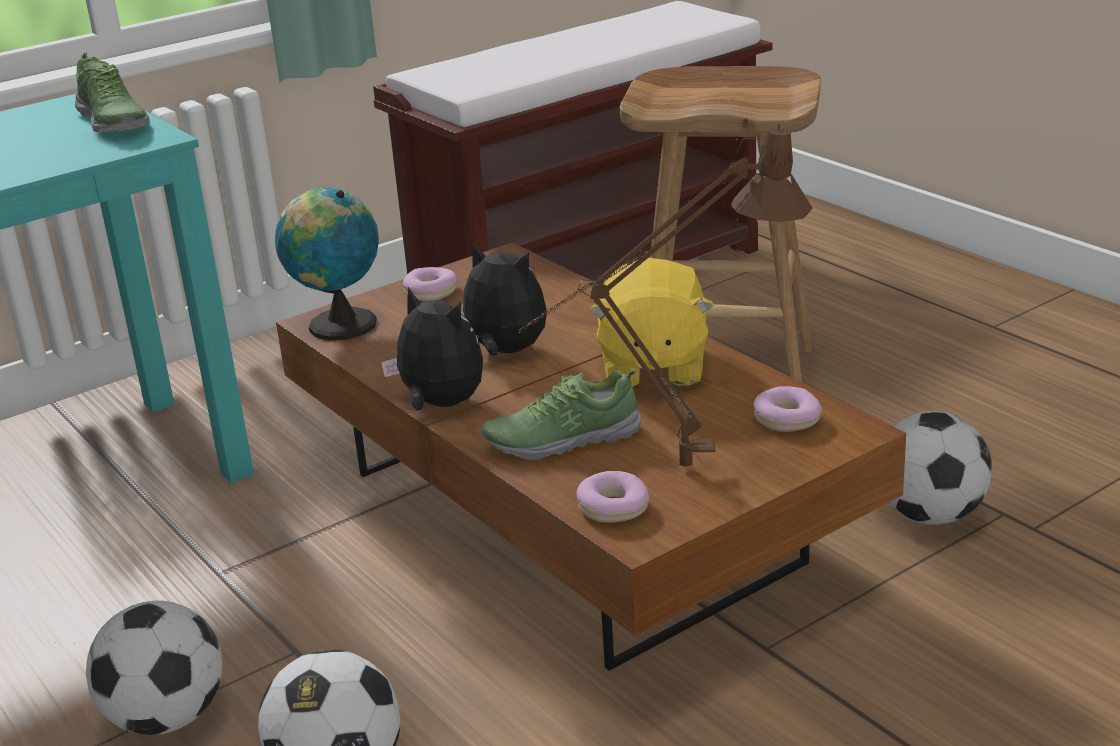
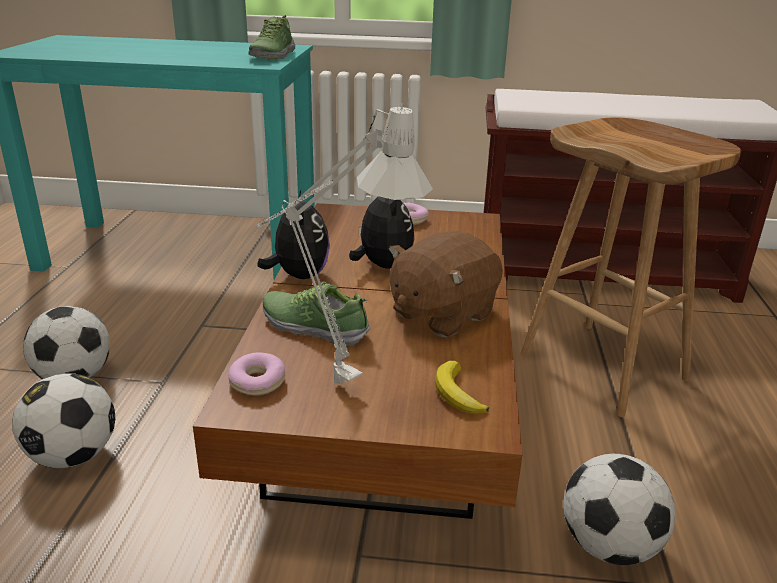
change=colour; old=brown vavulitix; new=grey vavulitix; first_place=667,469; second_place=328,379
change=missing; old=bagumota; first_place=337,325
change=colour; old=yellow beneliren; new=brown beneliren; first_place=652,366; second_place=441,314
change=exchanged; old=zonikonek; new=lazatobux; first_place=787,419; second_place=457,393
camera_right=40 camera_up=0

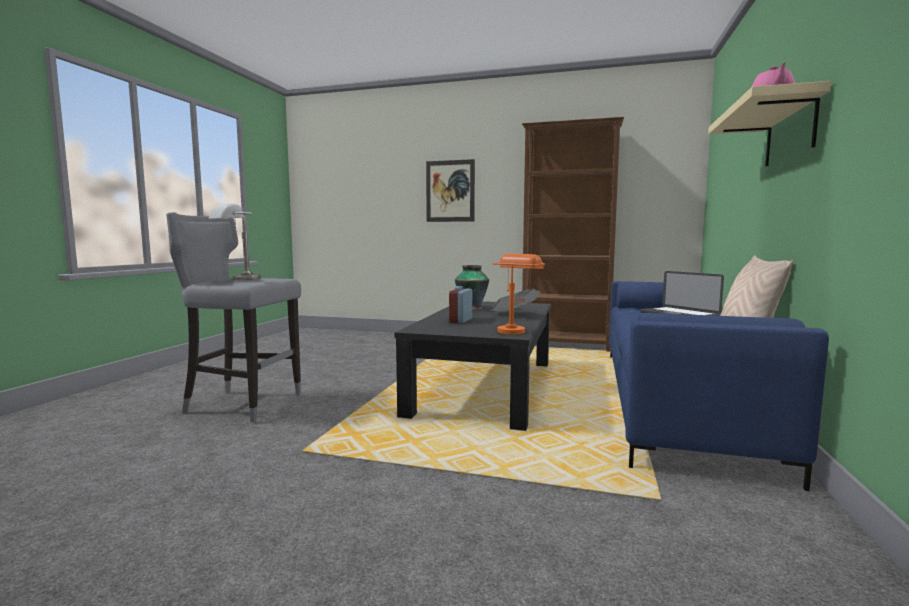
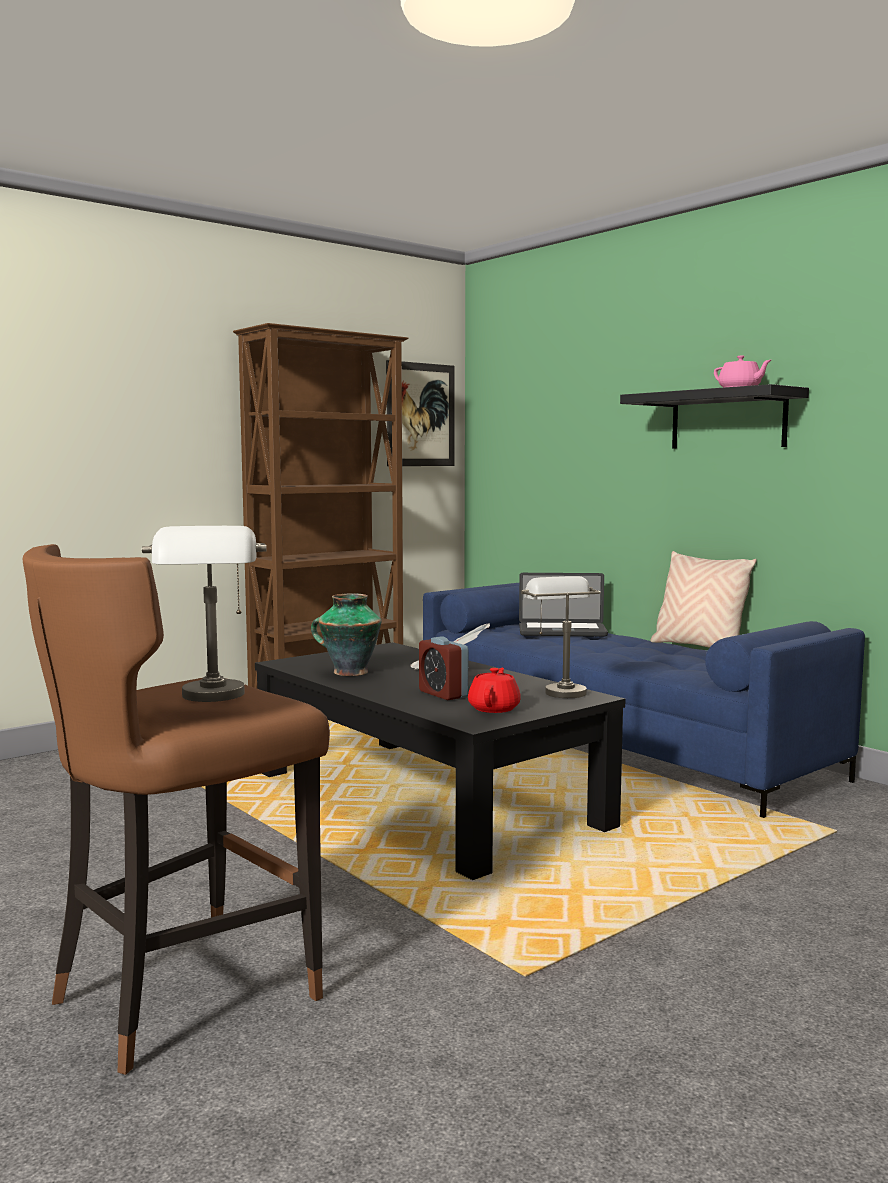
change=colour; old=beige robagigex; new=black robagigex; first_place=790,131; second_place=727,420
change=relocated; old=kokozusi; first_place=450,191; second_place=420,415
change=colour; old=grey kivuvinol; new=brown kivuvinol; first_place=242,403; second_place=181,995
change=colour; old=orange vavulitix; new=grey vavulitix; first_place=515,330; second_place=558,690
change=appeared; new=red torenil; second_place=494,708
camera_right=-55 camera_up=0

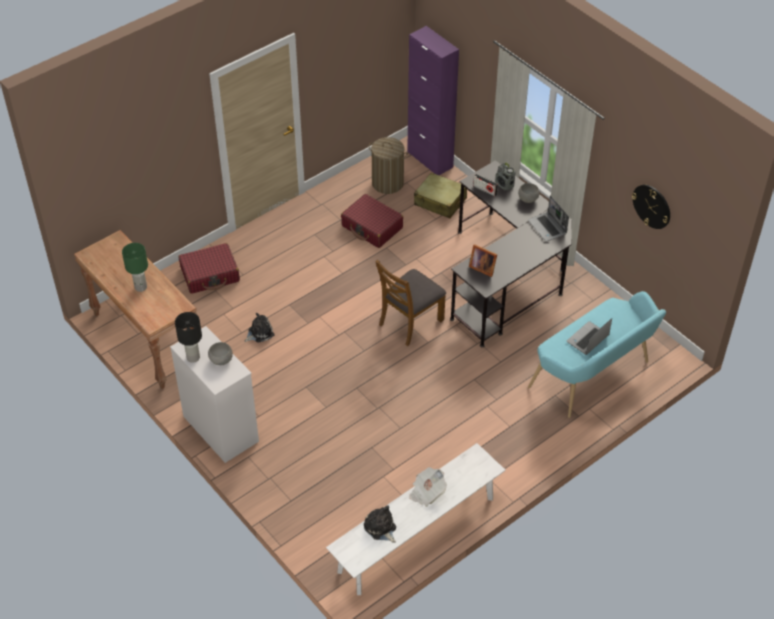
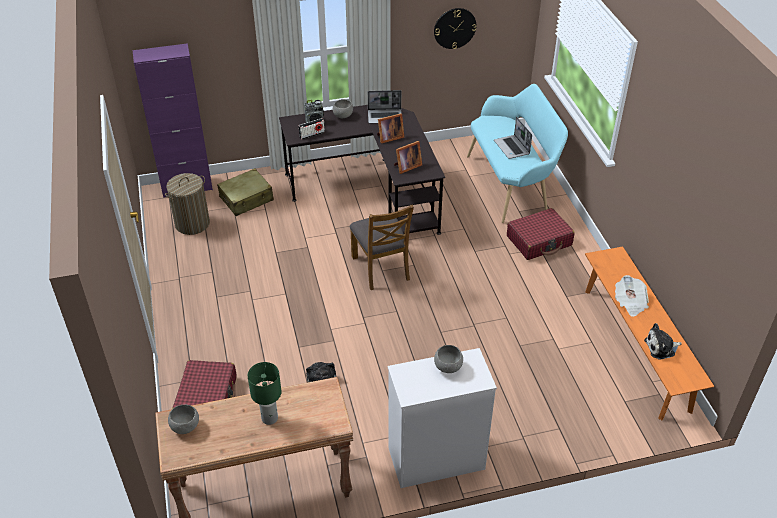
change=relocated; old=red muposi; first_place=372,227; second_place=539,241
change=missing; old=black vavulitix; first_place=192,357
change=colour; old=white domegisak; new=orange domegisak; first_place=417,534; second_place=635,348
change=appeared; new=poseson; second_place=389,137
change=appeared; new=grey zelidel; second_place=185,426
camera_right=-65 camera_up=-5

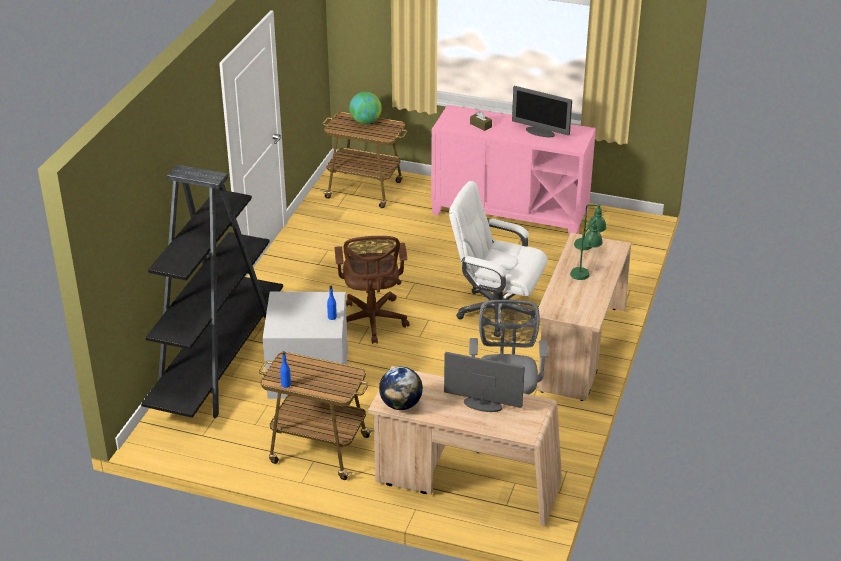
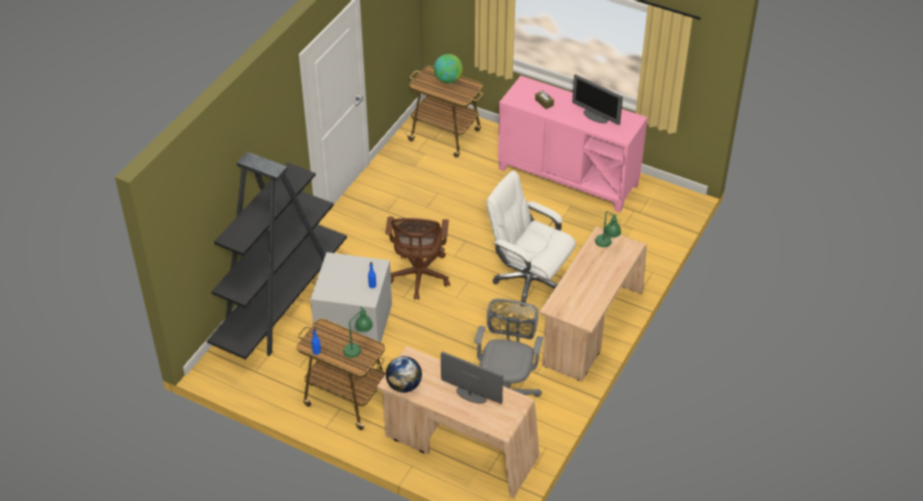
change=relocated; old=green vavulitix; first_place=585,270; second_place=358,347
camera_right=10 camera_up=10

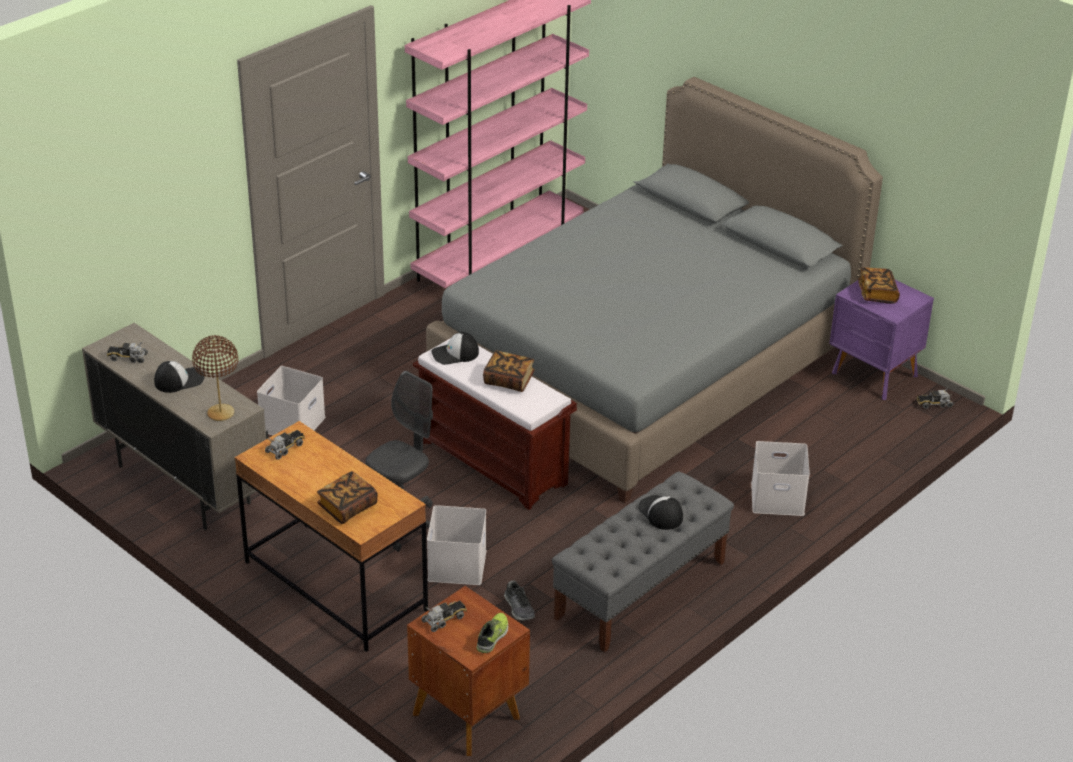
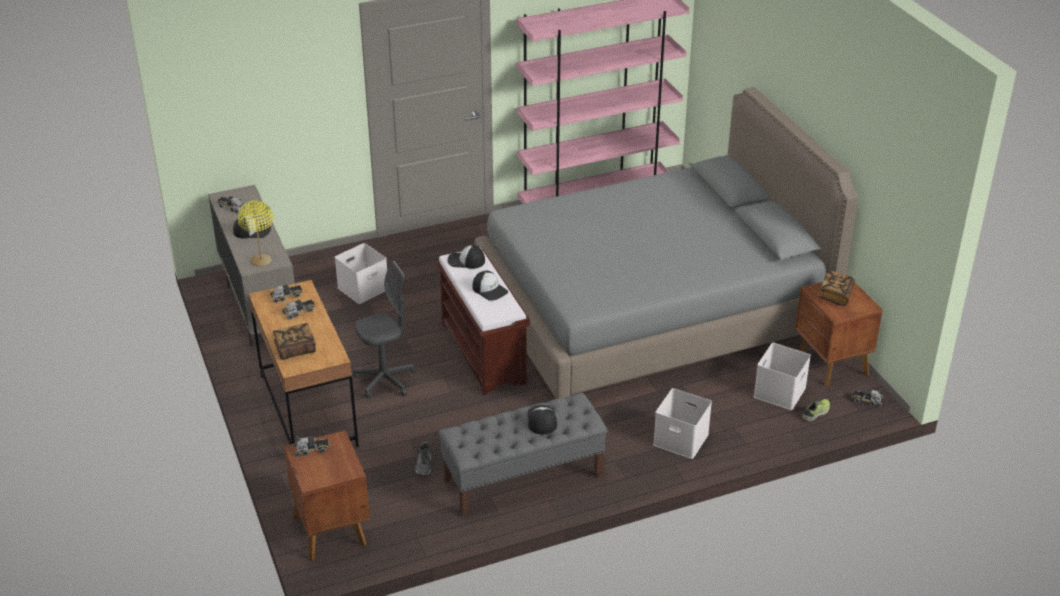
change=colour; old=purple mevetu; new=brown mevetu; first_place=874,375; second_place=832,365
change=colour; old=brown vavulitix; new=yellow vavulitix; first_place=221,413; second_place=261,261
change=exchanged; old=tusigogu; new=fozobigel; first_place=509,380; second_place=490,290
change=relocated; old=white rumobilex; first_place=458,566; second_place=780,393
change=relocated; old=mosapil; first_place=493,636; second_place=816,413
change=appeared; new=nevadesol; second_place=299,312
camera_right=25 camera_up=0

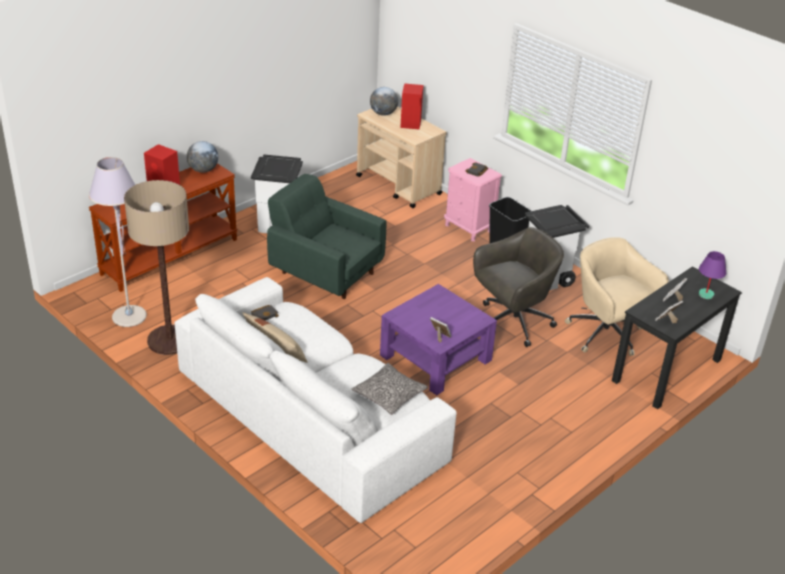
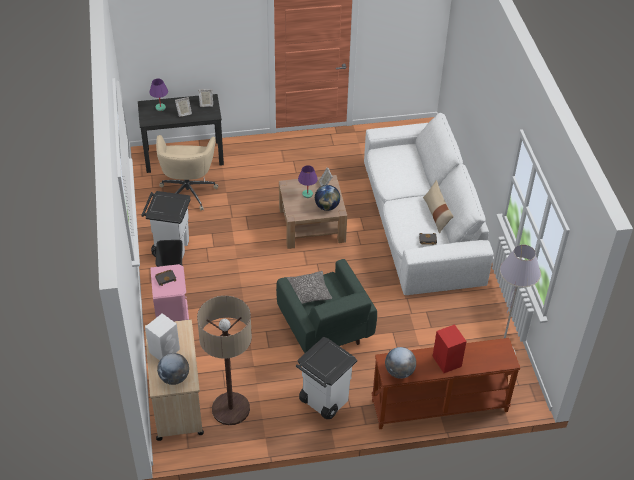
change=colour; old=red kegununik; new=white kegununik; first_place=410,124; second_place=165,350
change=relocated; old=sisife; first_place=170,340; second_place=230,409
change=missing; old=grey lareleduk; first_place=512,322
change=colour; old=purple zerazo; new=brown zerazo; first_place=435,358; second_place=312,224
change=relocated; old=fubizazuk; first_place=389,395; second_place=308,292
change=appeared; new=purple vavulitix; second_place=307,194
change=appeared; new=bagumota; second_place=327,207
camera_right=-145 camera_up=10

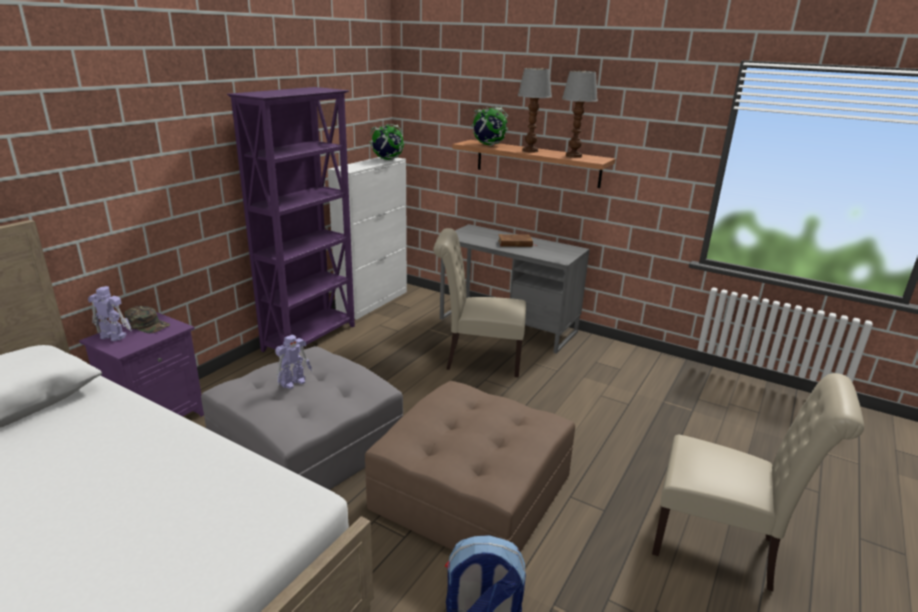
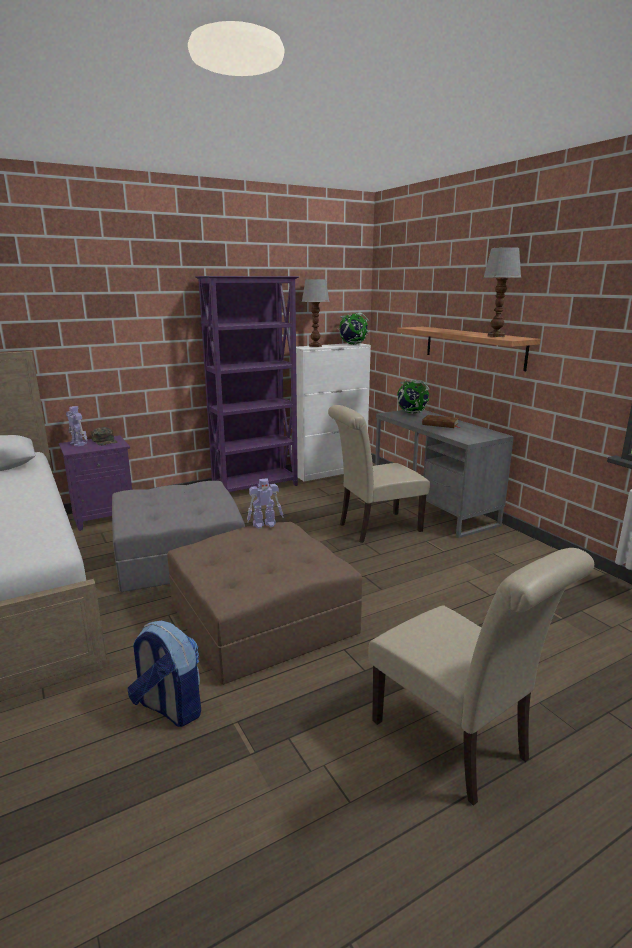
change=relocated; old=vavulitix; first_place=530,151; second_place=316,346
change=relocated; old=bagumota; first_place=488,145; second_place=411,413
change=spun; old=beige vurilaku; first_place=478,360; second_place=375,528; degrees=-60
change=relocated; old=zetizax; first_place=294,382; second_place=265,524
camera_right=30 camera_up=-5

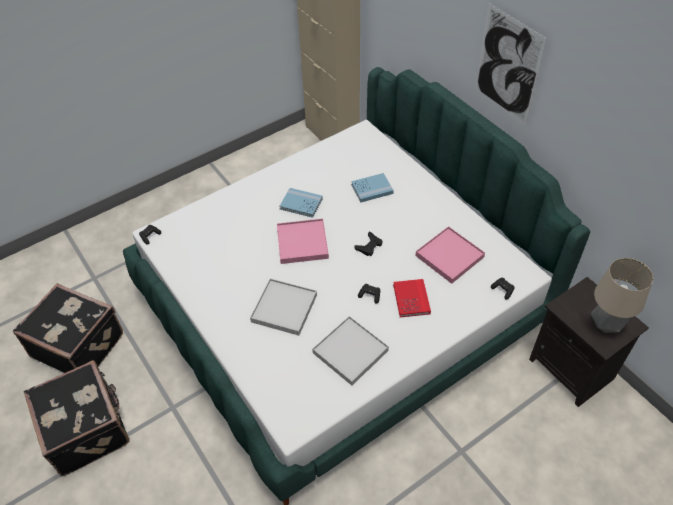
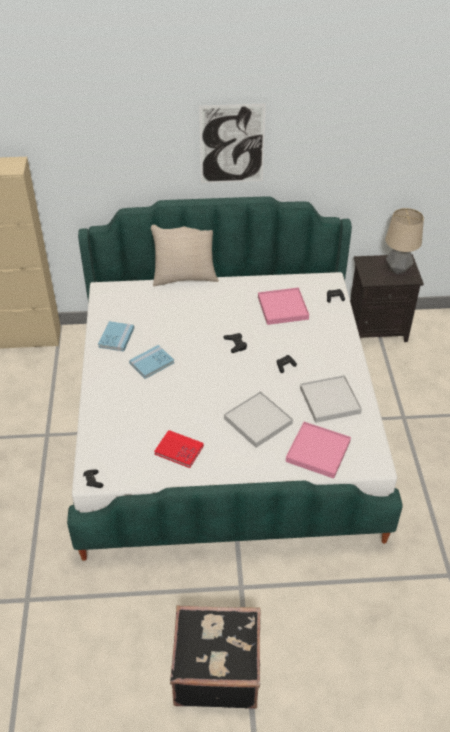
change=relocated; old=blue tusigogu; first_place=372,189; second_place=116,337
change=relocated; old=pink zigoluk; first_place=302,243; second_place=318,452
change=relocated; old=red tusigogu; first_place=411,299; second_place=179,450
change=missing; old=black muposi; first_place=79,344
change=appeared; new=beige fubizazuk; second_place=185,277
camera_right=-60 camera_up=-5

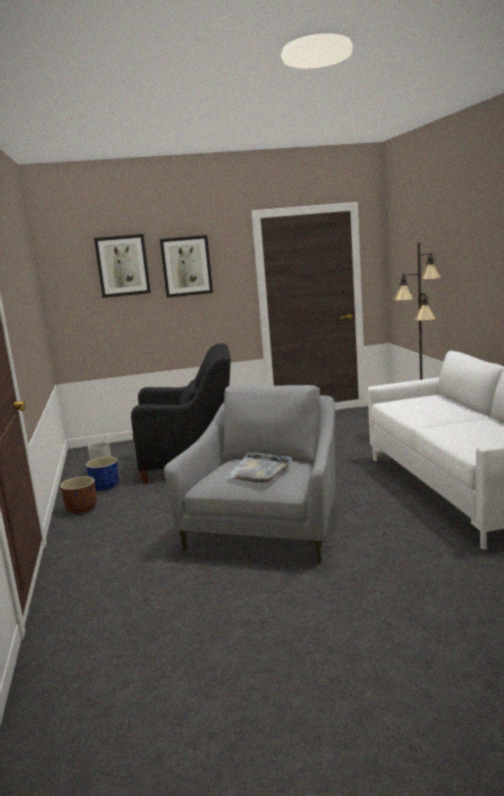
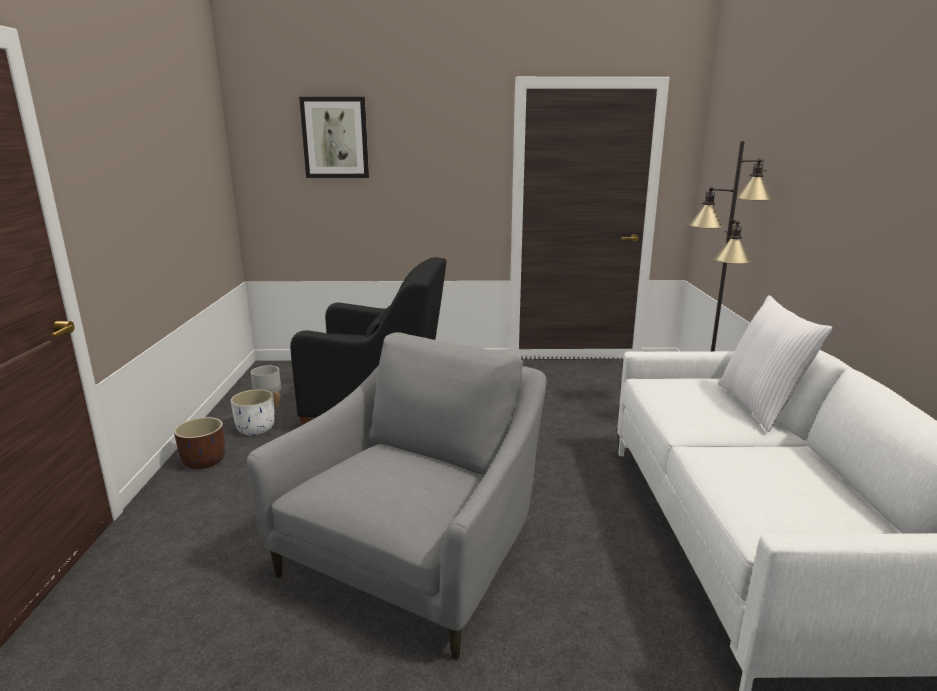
change=missing; old=kokozusi; first_place=186,266
change=missing; old=grey zigoluk; first_place=259,470
change=colour; old=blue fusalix; new=white fusalix; first_place=105,486; second_place=256,429
change=appeared; new=white fubizazuk; second_place=760,406
camera_right=10 camera_up=5

